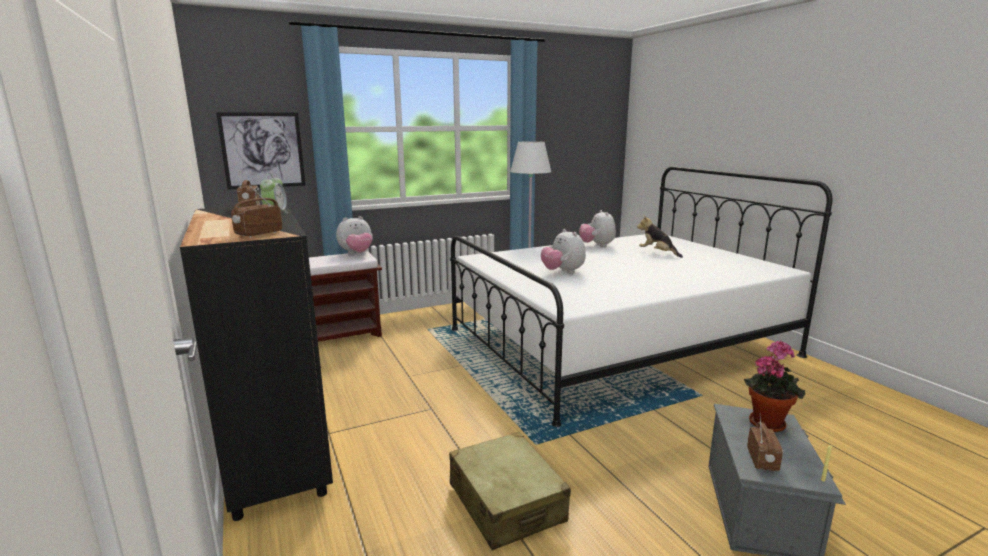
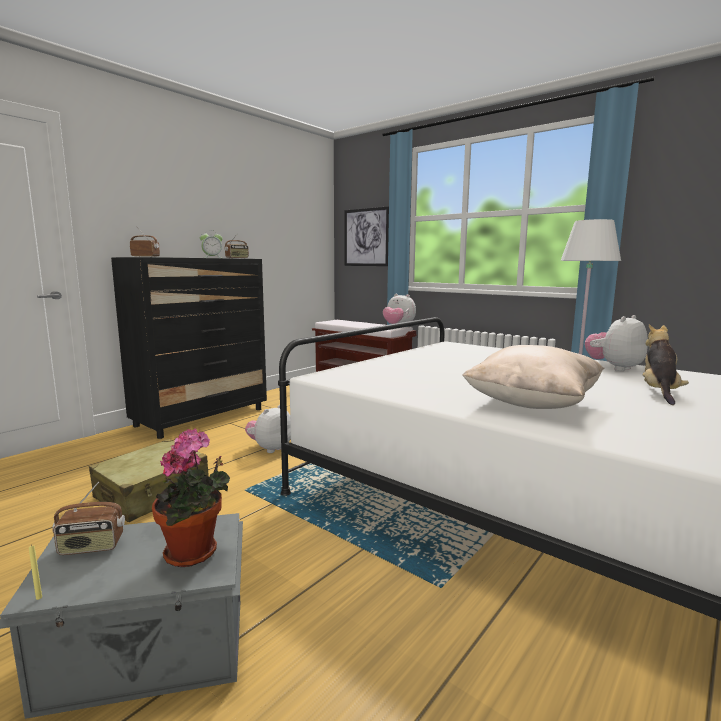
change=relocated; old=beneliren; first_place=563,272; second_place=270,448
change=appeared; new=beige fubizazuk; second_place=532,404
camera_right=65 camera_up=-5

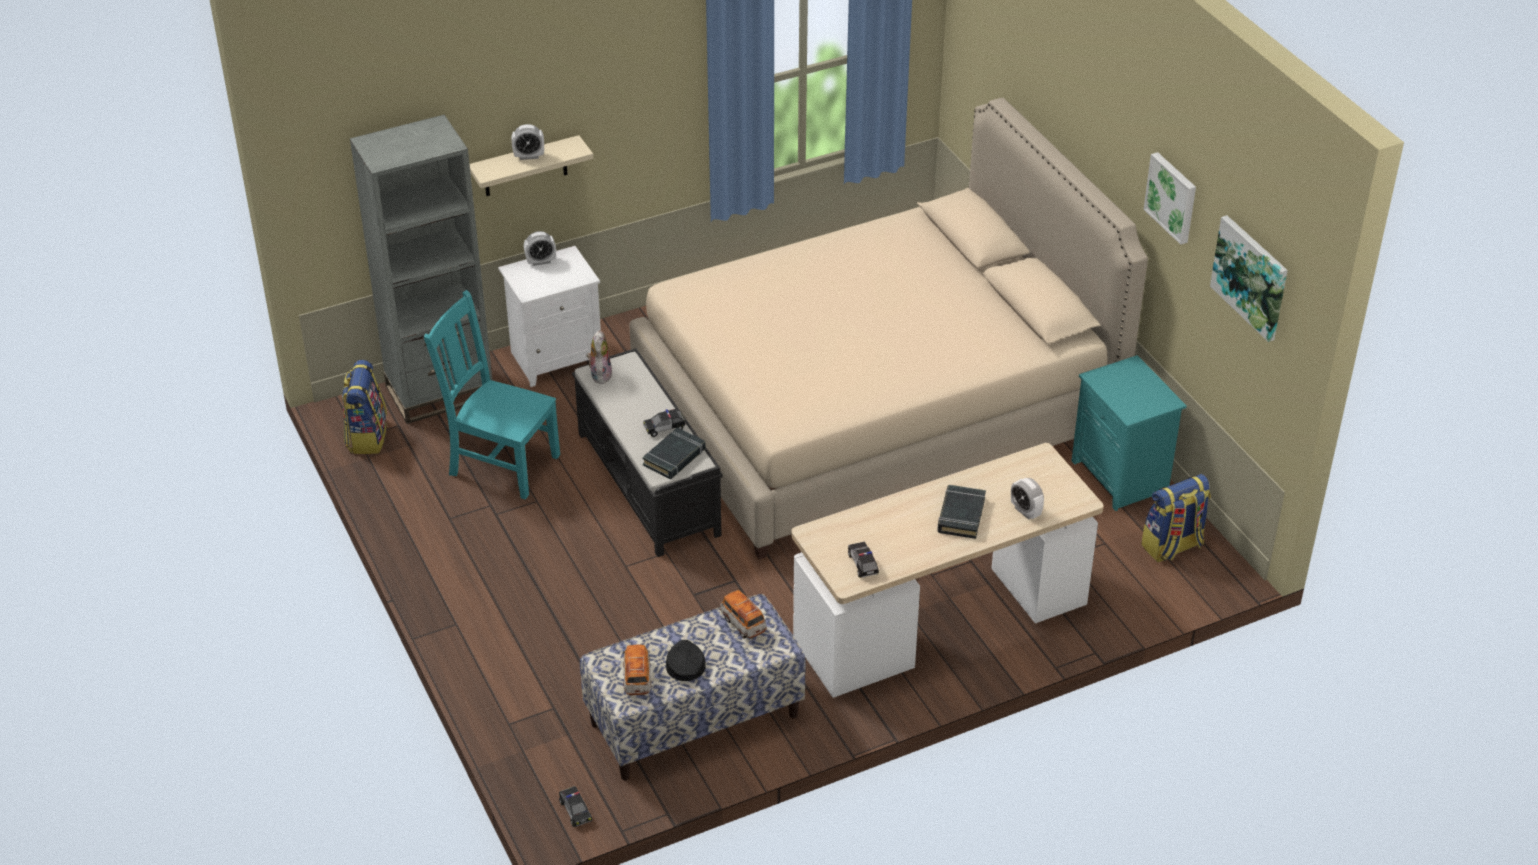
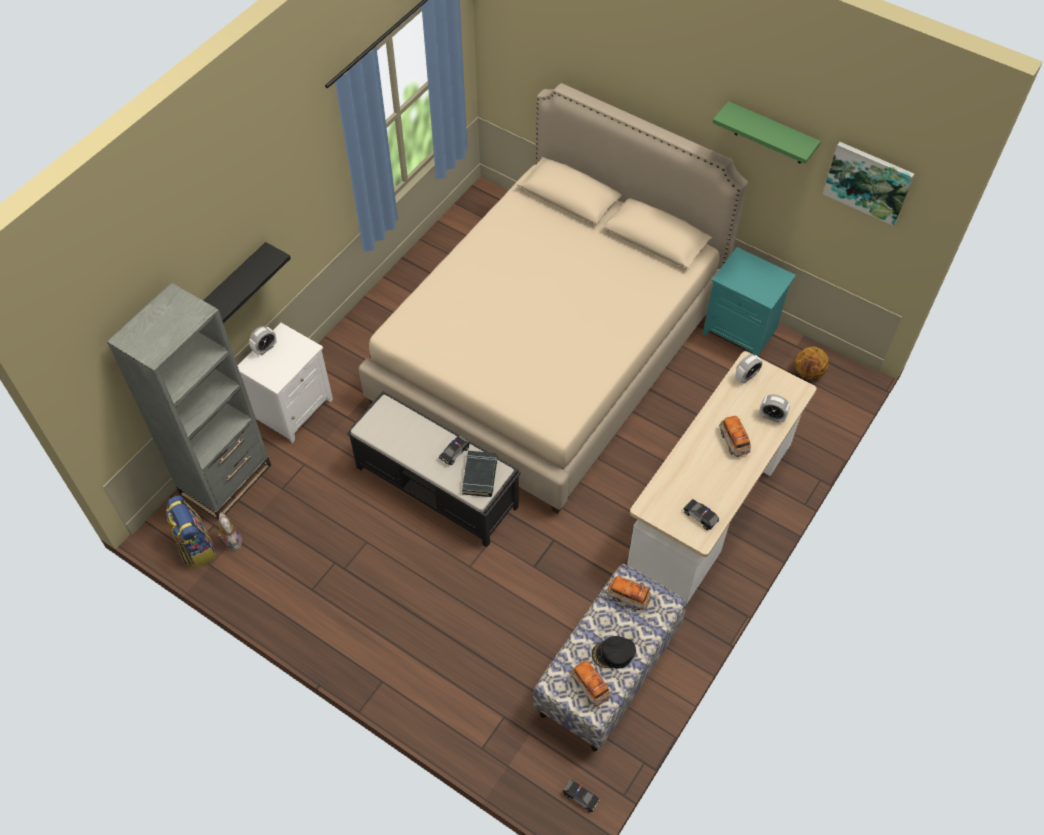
change=relocated; old=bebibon; first_place=529,156; second_place=746,376
change=colour; old=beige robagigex; new=black robagigex; first_place=525,167; second_place=234,286
change=exchanged; old=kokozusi; new=green robagigex; first_place=1172,197; second_place=770,134
change=missing; old=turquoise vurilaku; first_place=501,463
change=relocated; old=beneliren; first_place=599,374; second_place=231,541
change=exchanged; old=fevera; new=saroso; first_place=1172,546; second_place=808,372
change=exchanged; old=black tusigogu; new=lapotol; first_place=961,515; second_place=733,441
change=spun; old=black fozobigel; first_place=685,664; second_place=613,654; degrees=-60
camera_right=-30 camera_up=15

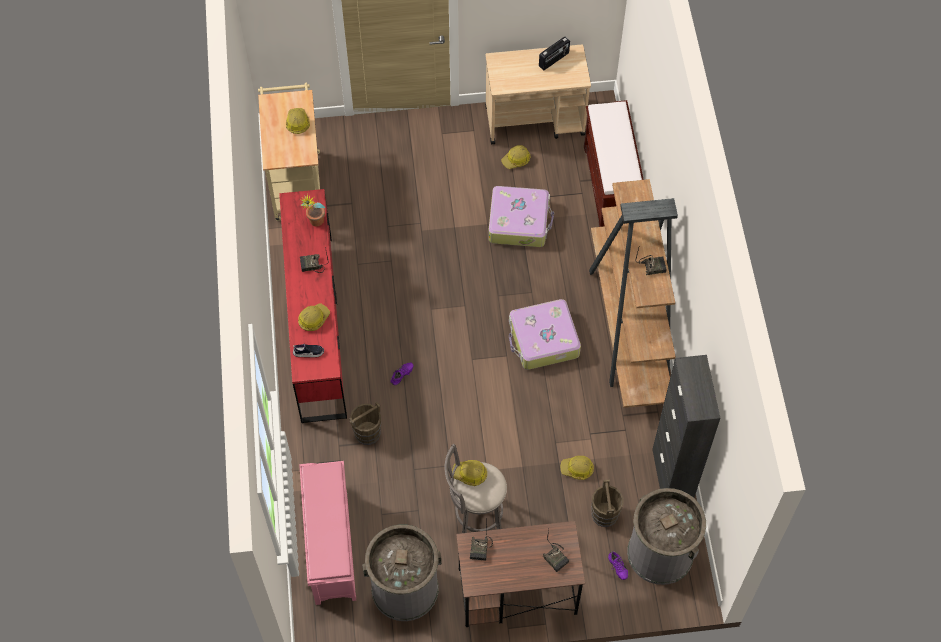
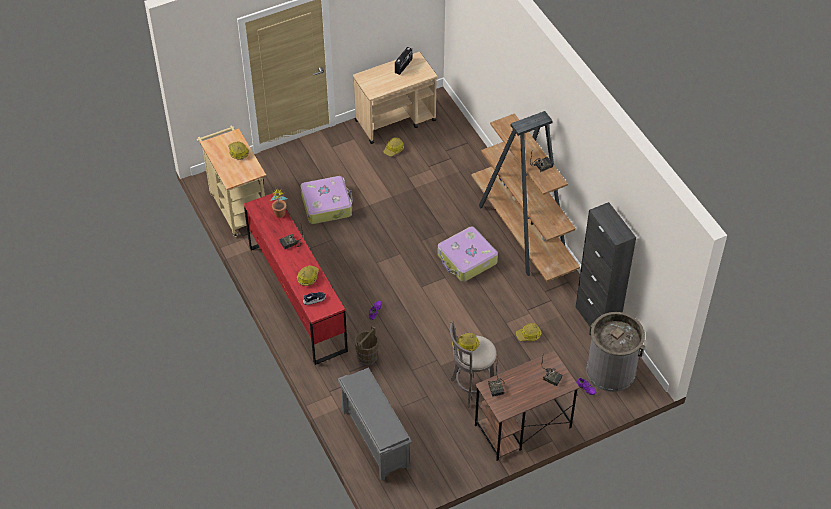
change=missing; old=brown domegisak; first_place=610,187
change=relocated; old=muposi; first_place=519,222; second_place=327,205
change=colour; old=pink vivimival; new=grey vivimival; first_place=330,546; second_place=374,439
change=missing; old=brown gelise; first_place=604,514
change=missing; old=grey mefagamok; first_place=404,588
camera_right=-20 camera_up=-10

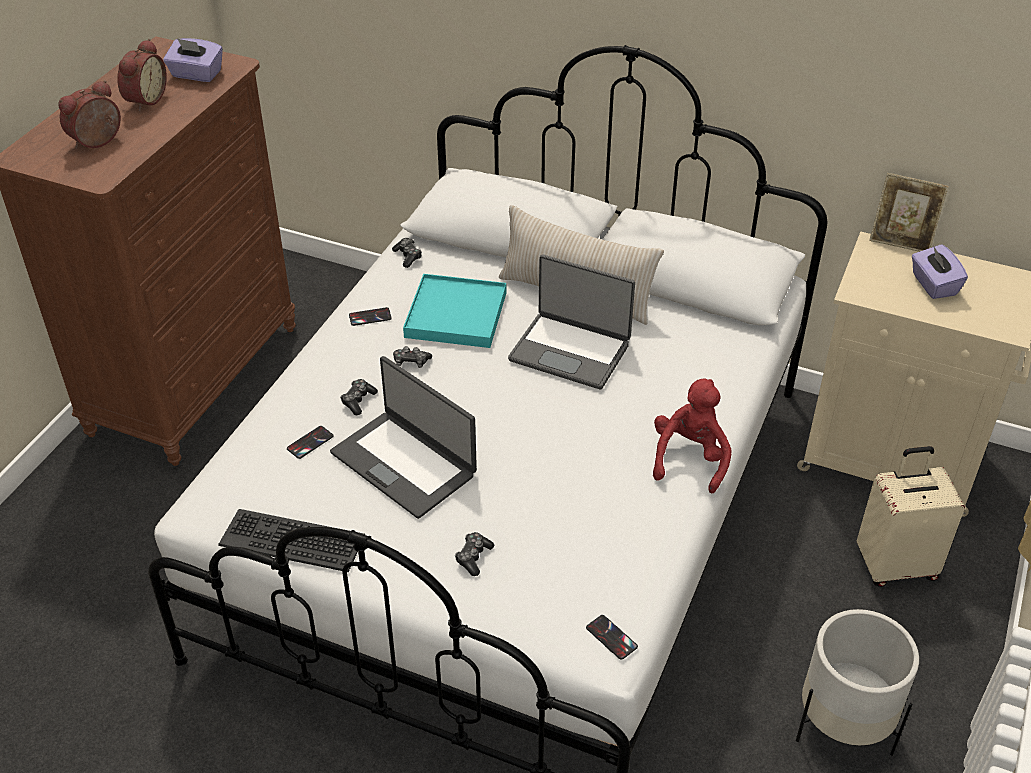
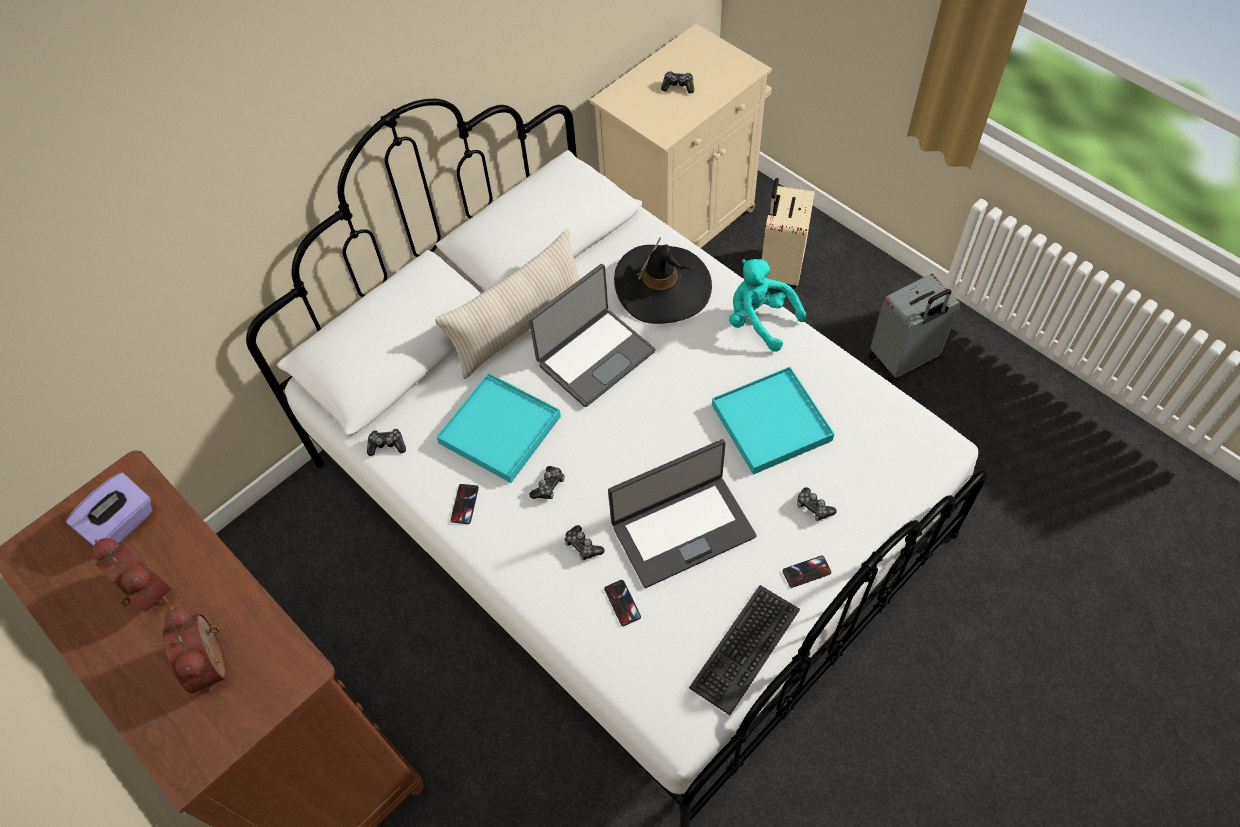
change=missing; old=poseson; first_place=901,241
change=exchanged; old=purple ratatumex; new=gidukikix; first_place=933,285; second_place=678,86
change=colour; old=red beneliren; new=turquoise beneliren; first_place=690,458; second_place=759,320
change=exchanged; old=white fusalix; new=grey muposi; first_place=843,724; second_place=903,360
change=relocated; old=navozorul; first_place=611,637; second_place=806,572
change=appeared; new=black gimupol; second_place=663,287
change=appeared; new=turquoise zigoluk; second_place=771,423
camera_right=-65 camera_up=15

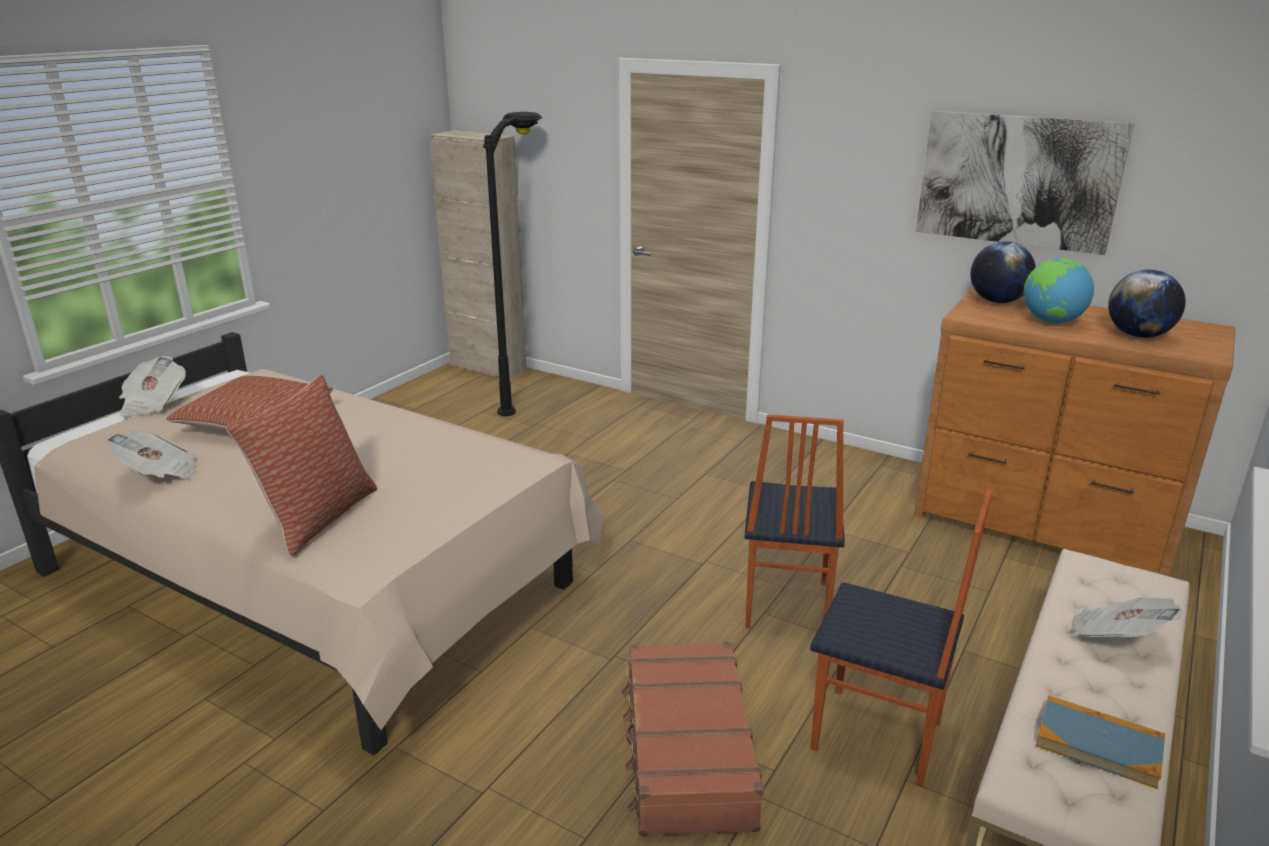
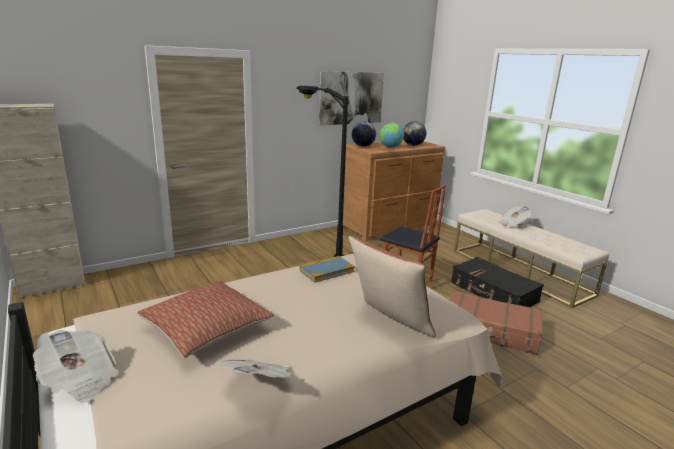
change=relocated; old=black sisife; first_place=527,390; second_place=314,248
change=exchanged; old=vurilaku; new=black muposi; first_place=877,738; second_place=493,293
change=relocated; old=tusigogu; first_place=1098,744; second_place=327,271
camera_right=-65 camera_up=-5

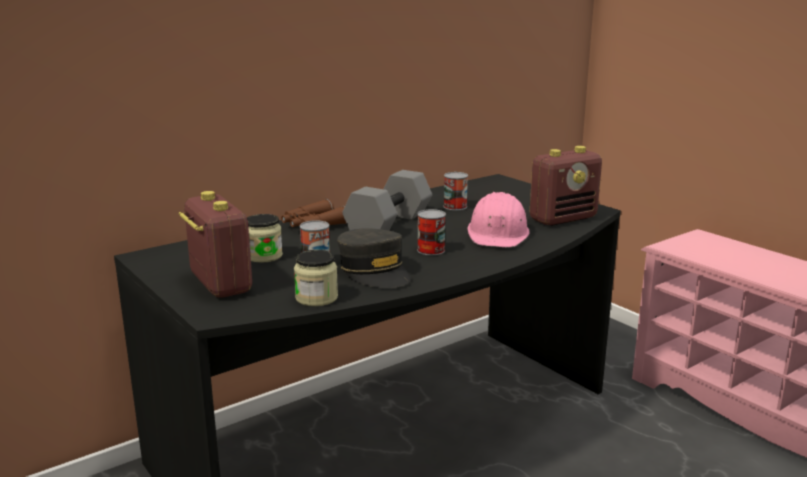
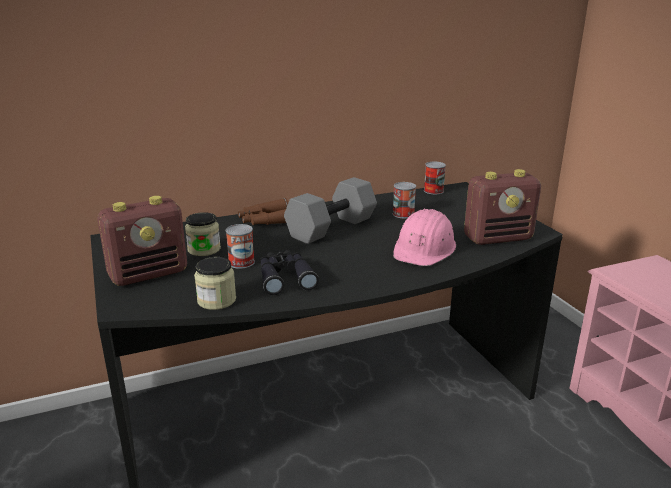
change=spun; old=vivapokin; first_place=220,283; second_place=149,274; degrees=75
change=relocated; old=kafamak; first_place=431,250; second_place=433,191
change=exchanged; old=grey fozobigel; new=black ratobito; first_place=374,271; second_place=285,278
camera_right=15 camera_up=5

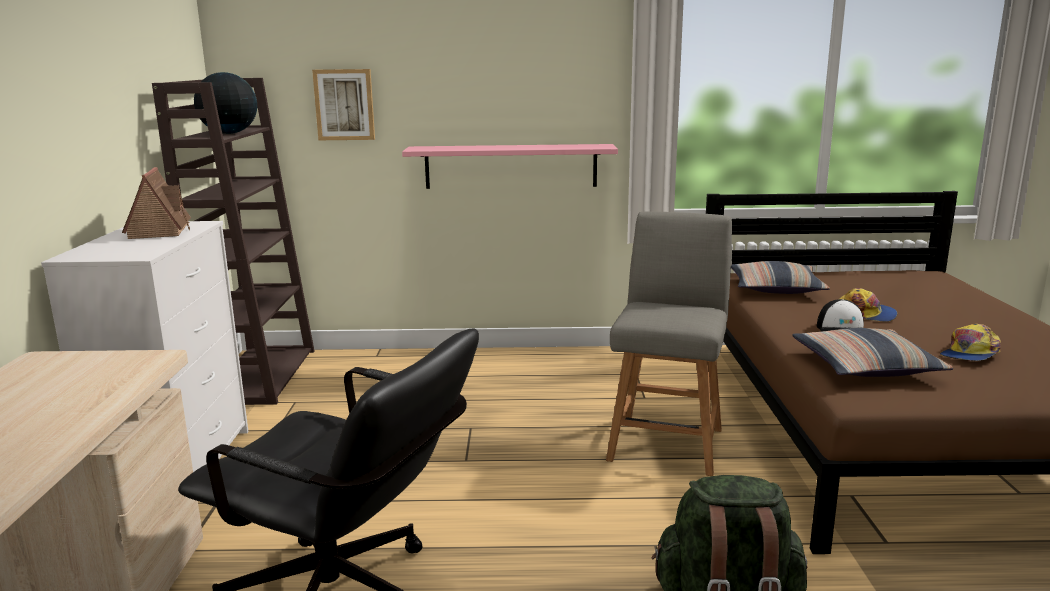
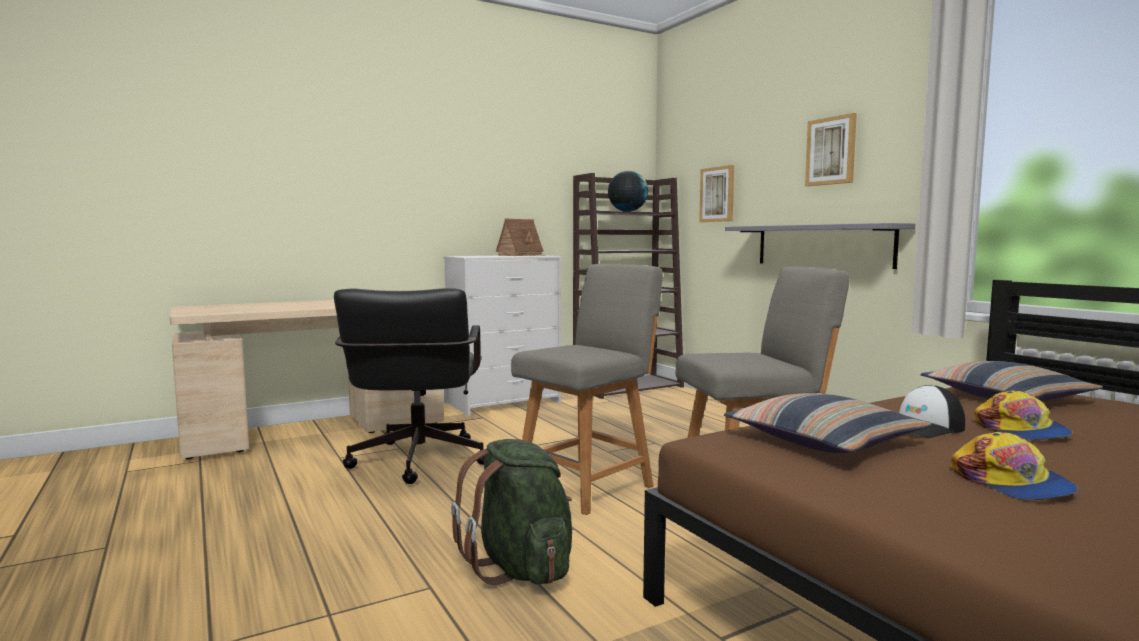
change=colour; old=pink robagigex; new=grey robagigex; first_place=511,166; second_place=822,245
change=spun; old=fozobigel; first_place=970,354; second_place=1011,483; degrees=-120
change=appeared; new=kokozusi; second_place=831,151
change=appeared; new=grey vurilaku; second_place=587,485
camera_right=60 camera_up=-10

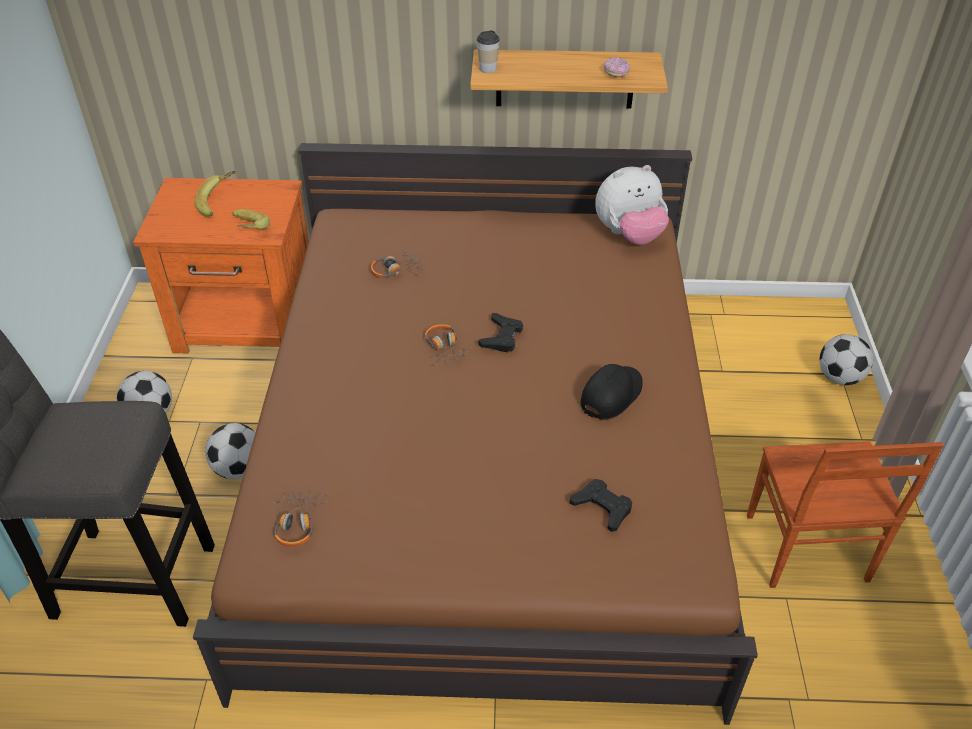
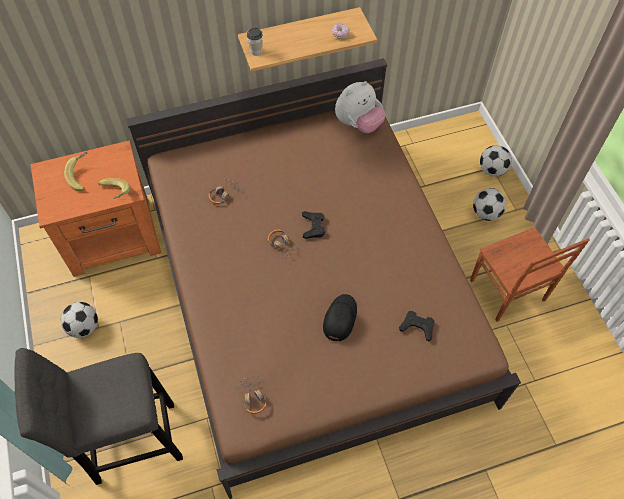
change=relocated; old=black fozobigel; first_place=611,395; second_place=340,318
change=relocated; old=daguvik; first_place=238,468; second_place=485,213
camera_right=-20 camera_up=15

